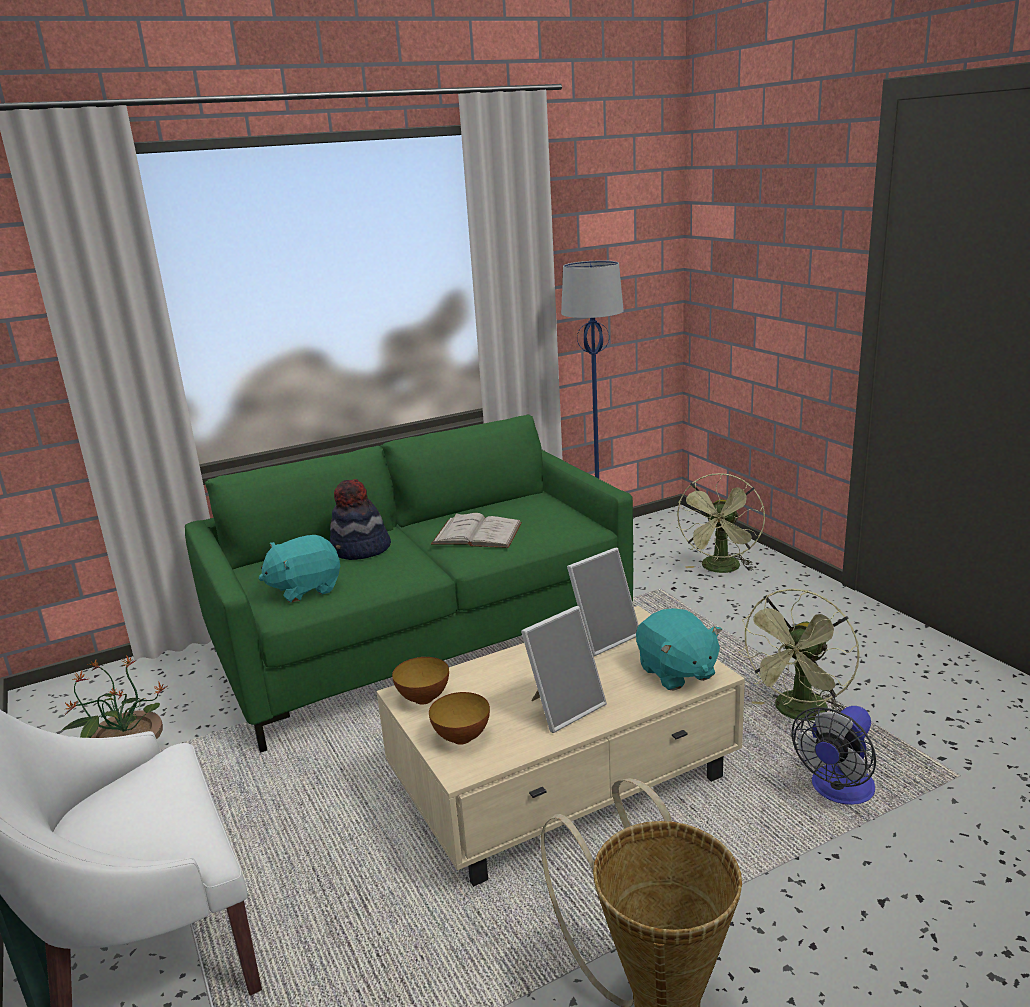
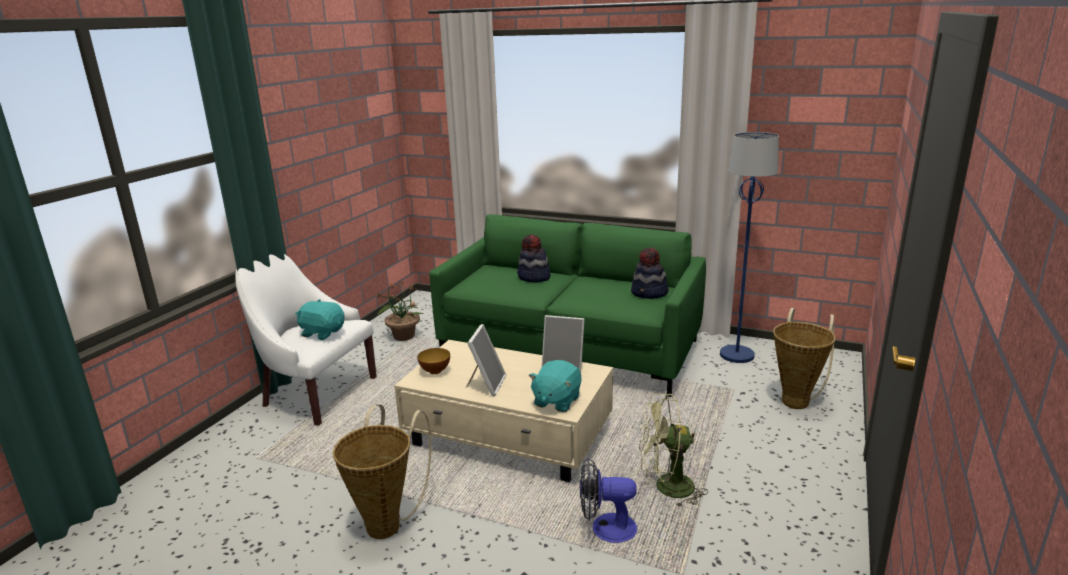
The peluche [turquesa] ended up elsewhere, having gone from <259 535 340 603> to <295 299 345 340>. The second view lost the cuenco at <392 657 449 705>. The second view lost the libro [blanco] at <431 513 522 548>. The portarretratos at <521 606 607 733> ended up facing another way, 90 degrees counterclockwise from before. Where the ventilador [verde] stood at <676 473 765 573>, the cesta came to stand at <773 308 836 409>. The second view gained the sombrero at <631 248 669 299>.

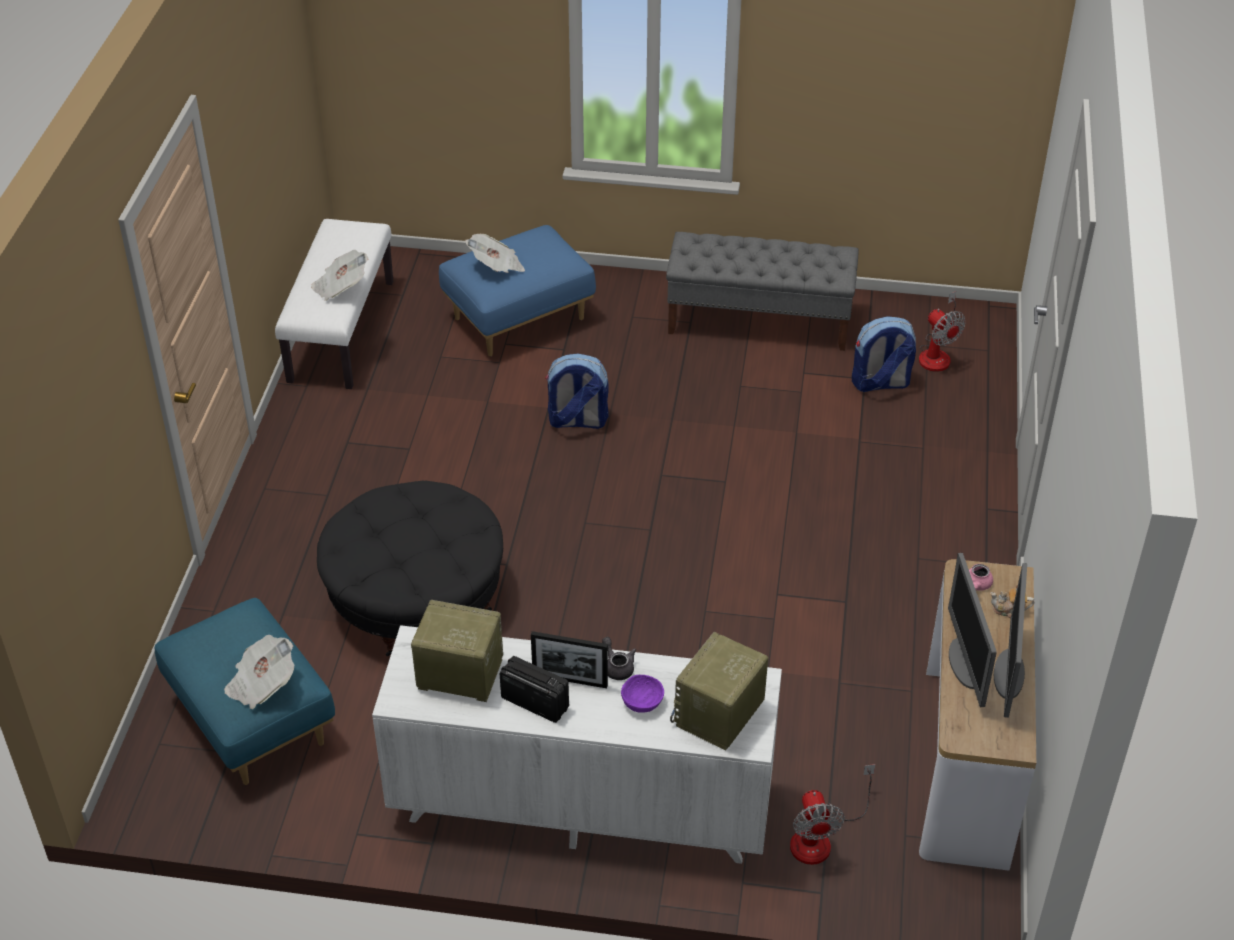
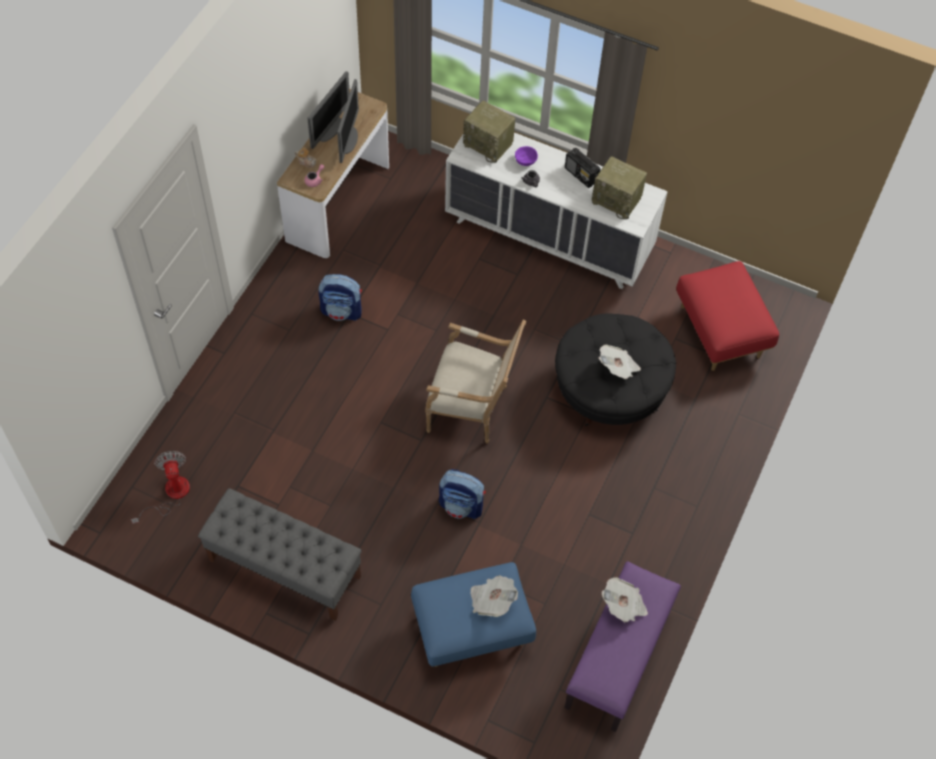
What was the puf [azul] at <155 598 335 785> turned into the puf [rojo] at <676 261 779 371>. The periódico ended up elsewhere, having gone from <224 635 294 709> to <599 345 641 379>. What was the banco [blanco] at <275 219 393 389> turned into the banco [morado] at <564 561 681 732>. The second view lost the portarretratos at <531 631 608 688>. The radio at <670 632 768 751> ended up facing another way, 75 degrees clockwise from before. The second view lost the ventilador at <790 764 875 865>. The mochila ended up elsewhere, having gone from <852 316 916 392> to <318 274 362 321>. The second view gained the sillón at <425 320 526 444>.

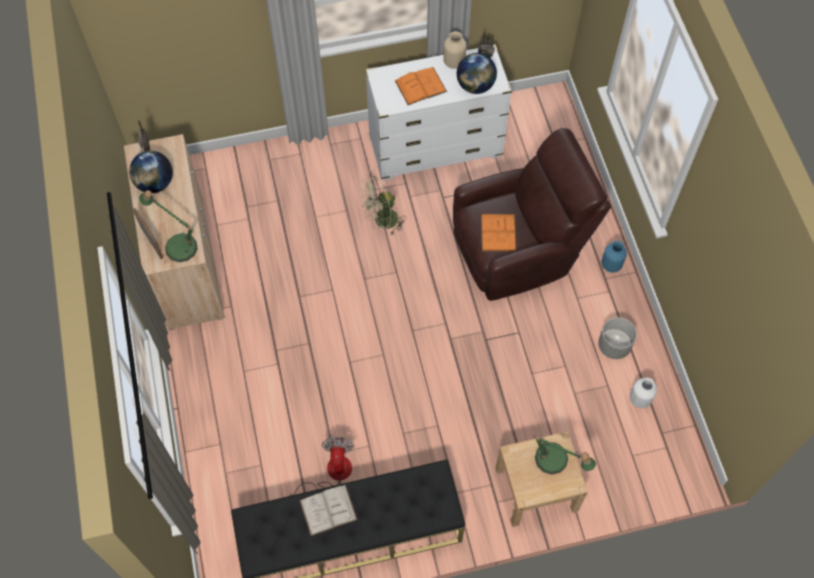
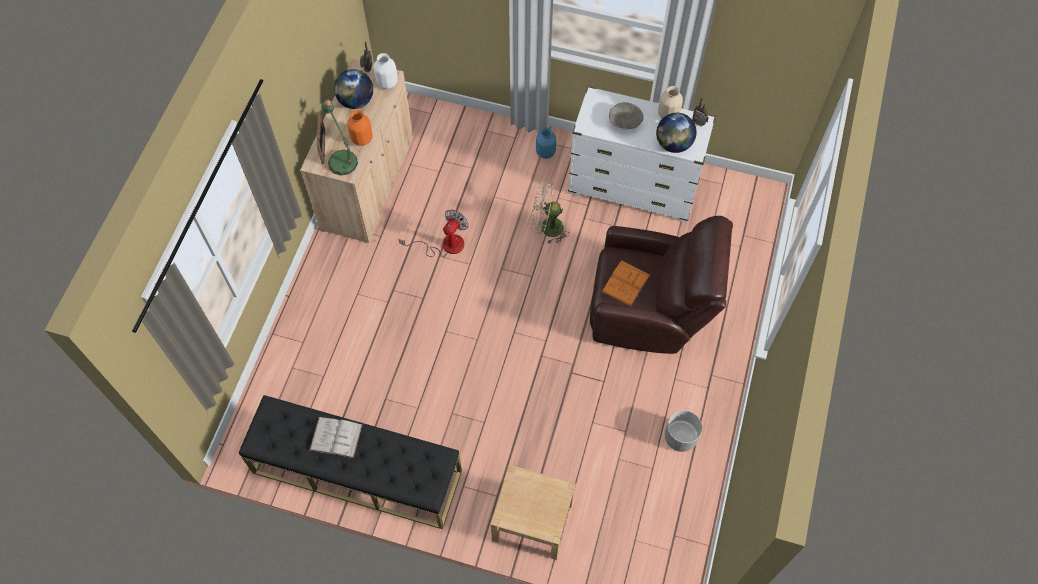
The ventilador ended up elsewhere, having gone from <286 437 354 497> to <399 209 469 257>. Where the libro [naranja] stood at <395 67 447 105>, the cuenco [gris] came to stand at <609 102 644 130>. The second view lost the lámpara de mesa at <535 436 596 474>. The florero [azul] ended up elsewhere, having gone from <601 241 627 273> to <536 127 556 159>. The florero [blanco] ended up elsewhere, having gone from <630 378 657 408> to <374 53 398 89>. The second view gained the florero [naranja] at <347 110 372 146>.

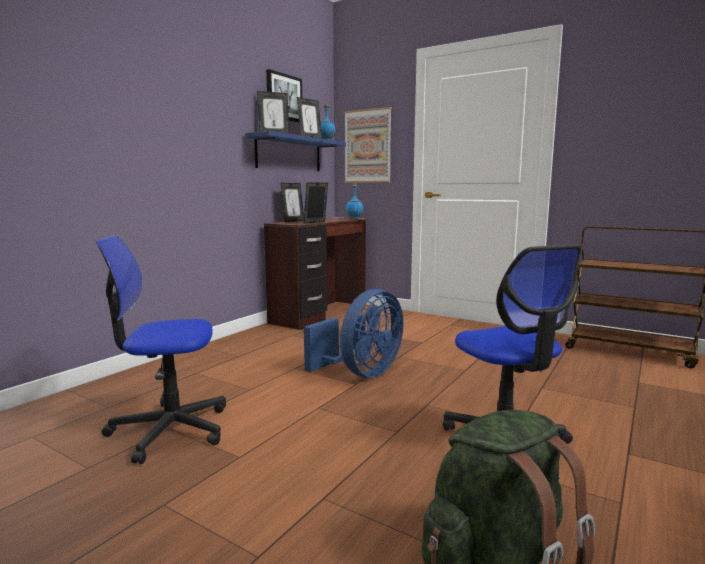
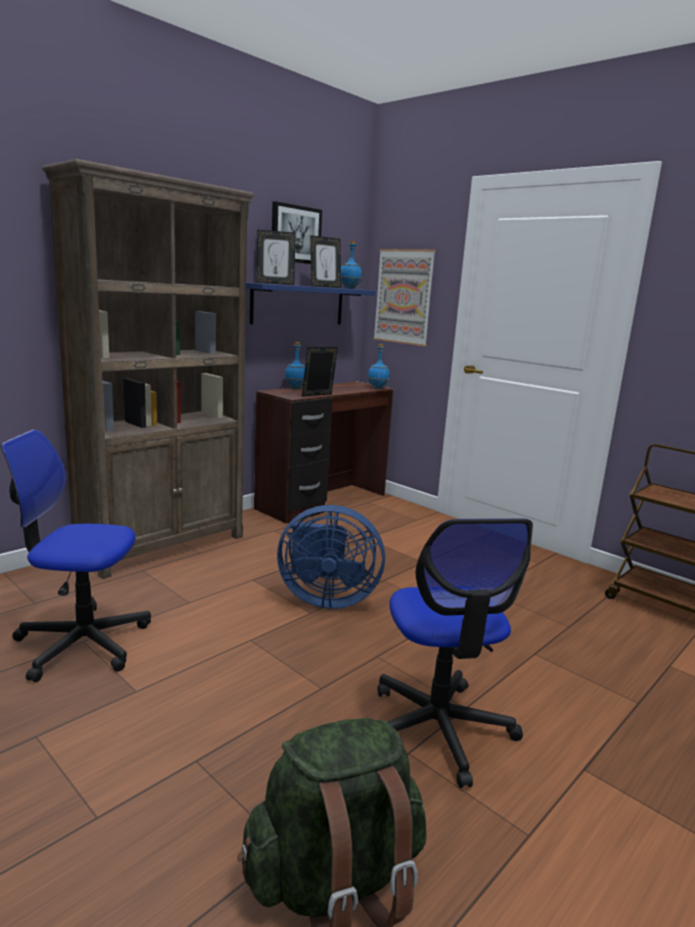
Where the portarretratos stood at <280 183 304 222>, the botella [azul] came to stand at <284 342 305 389>. The ventilador [azul] at <304 289 403 378> ended up facing another way, 45 degrees clockwise from before. The second view gained the estantería [marrón] at <42 159 255 579>.

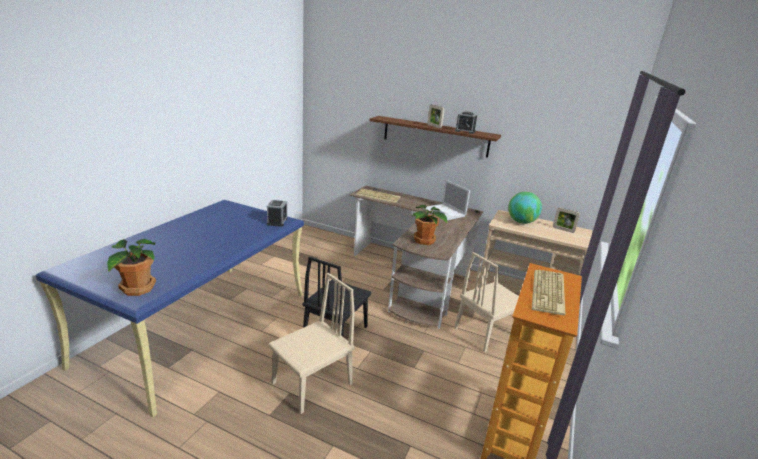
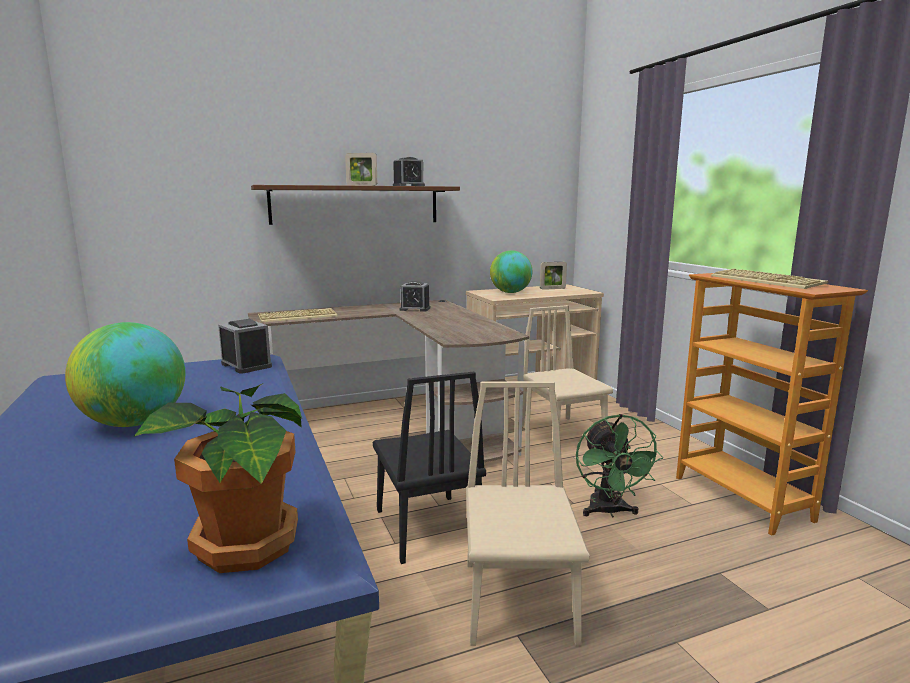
The second view lost the planta en maceta at <411 205 447 245>. Where the portátil stood at <423 180 470 220>, the despertador came to stand at <400 281 430 311>. The silla [beis] at <454 252 519 352> ended up facing another way, 150 degrees clockwise from before. The second view gained the globo terráqueo at <65 322 185 427>. The second view gained the ventilador [verde] at <576 414 663 517>.

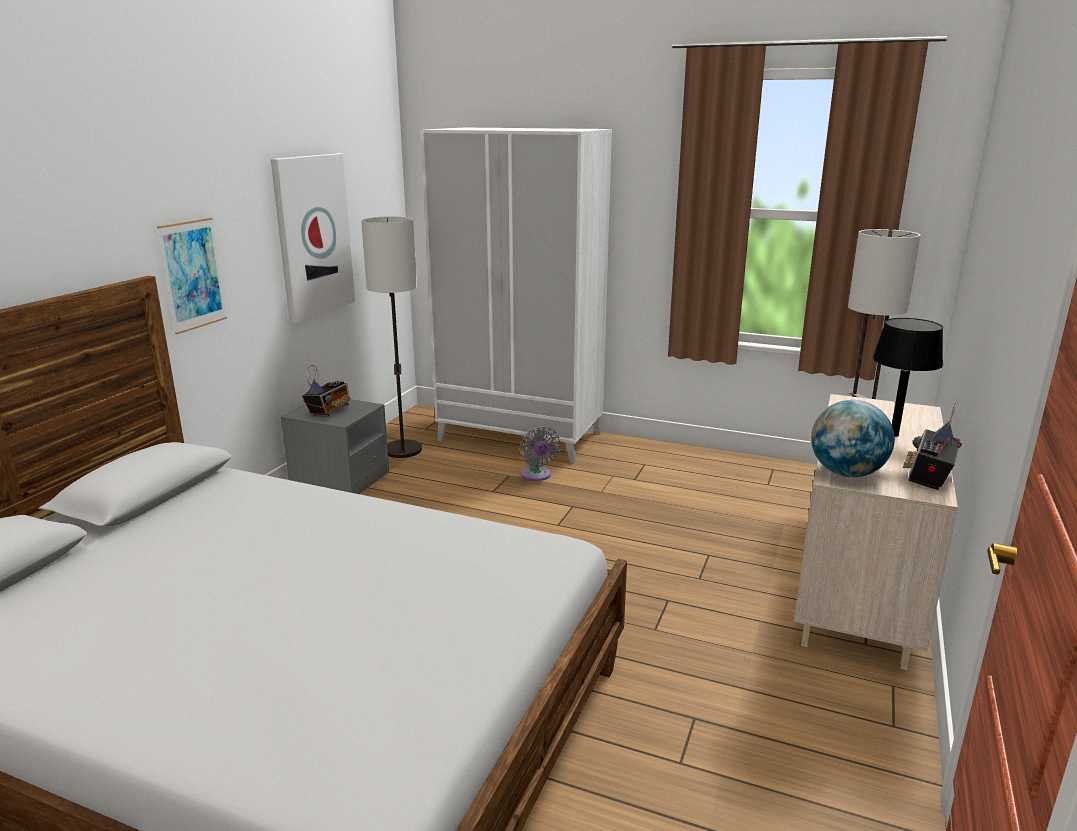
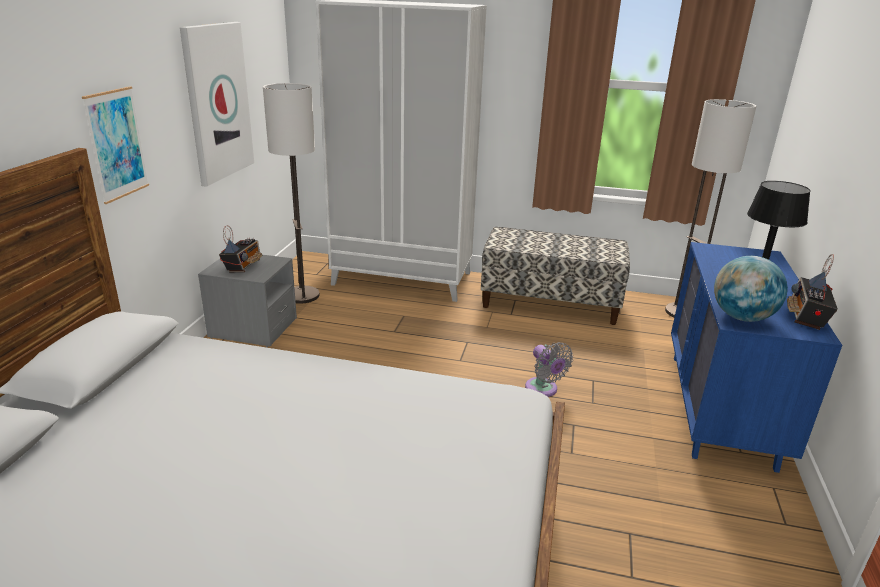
The ventilador [gris] ended up elsewhere, having gone from <520 426 560 481> to <525 342 573 397>. What was the cómoda [beis] at <794 394 958 670> turned into the cómoda [azul] at <671 242 842 473>. The second view gained the banco at <481 227 630 325>.

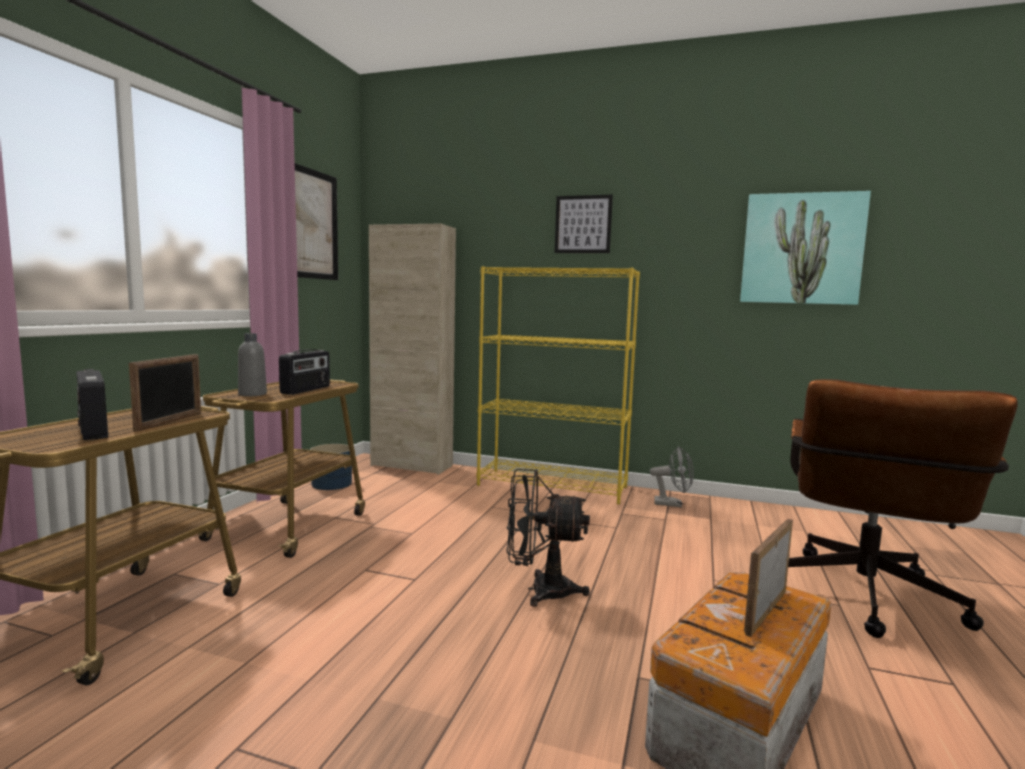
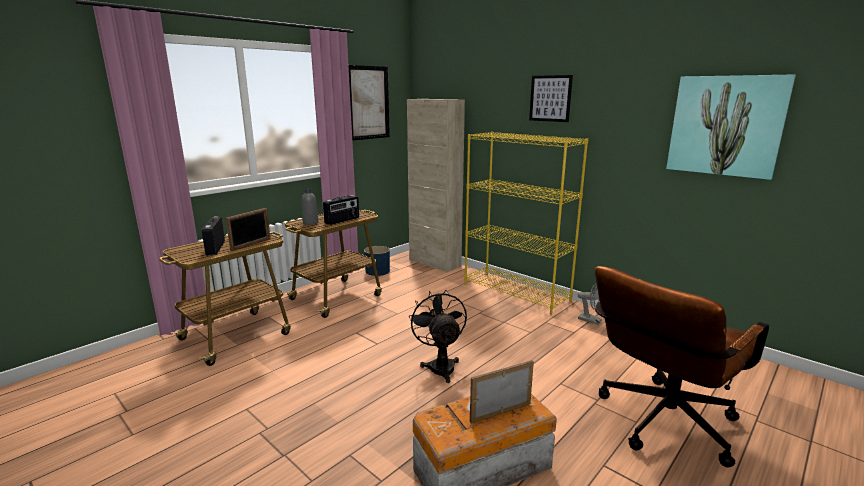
The ventilador [negro] at <506 469 590 607> ended up facing another way, 45 degrees clockwise from before.

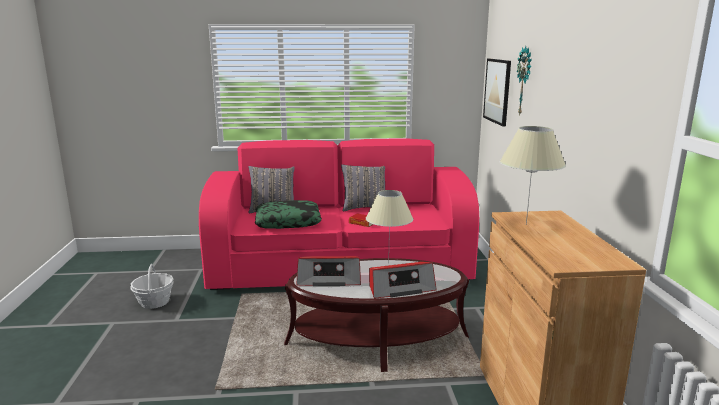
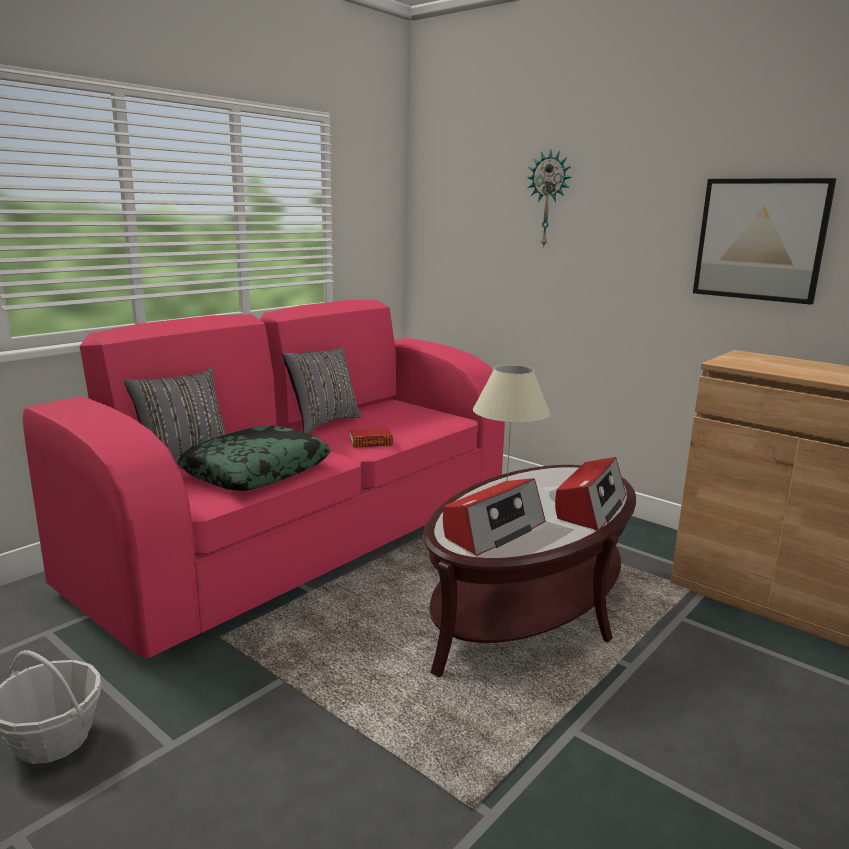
The cuadro ended up elsewhere, having gone from <483 59 511 126> to <693 178 836 305>. The second view lost the lámpara de mesa [beis] at <500 126 566 225>.

